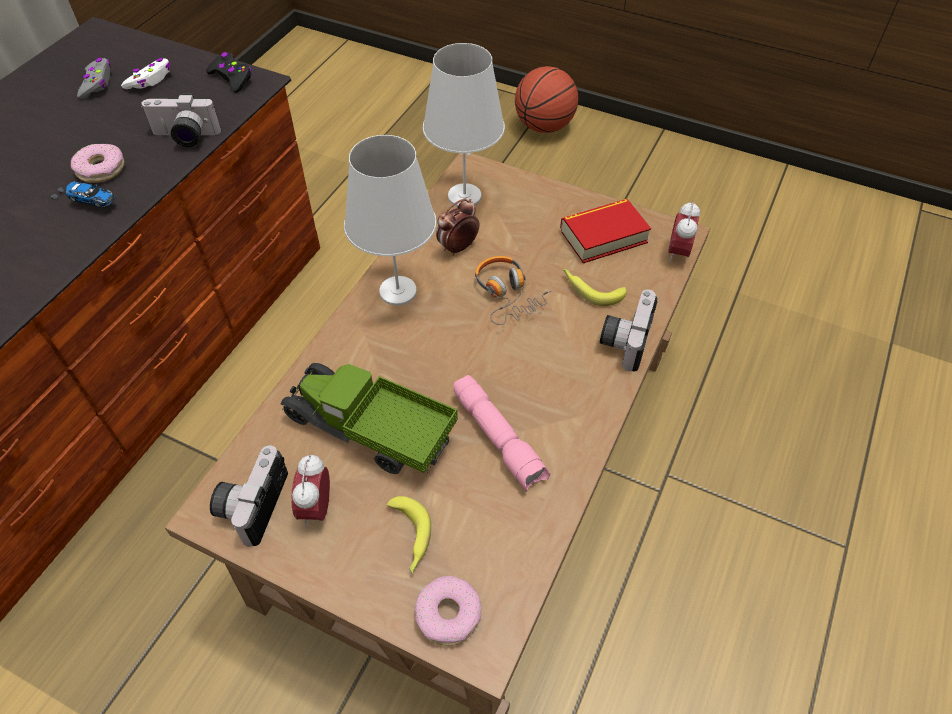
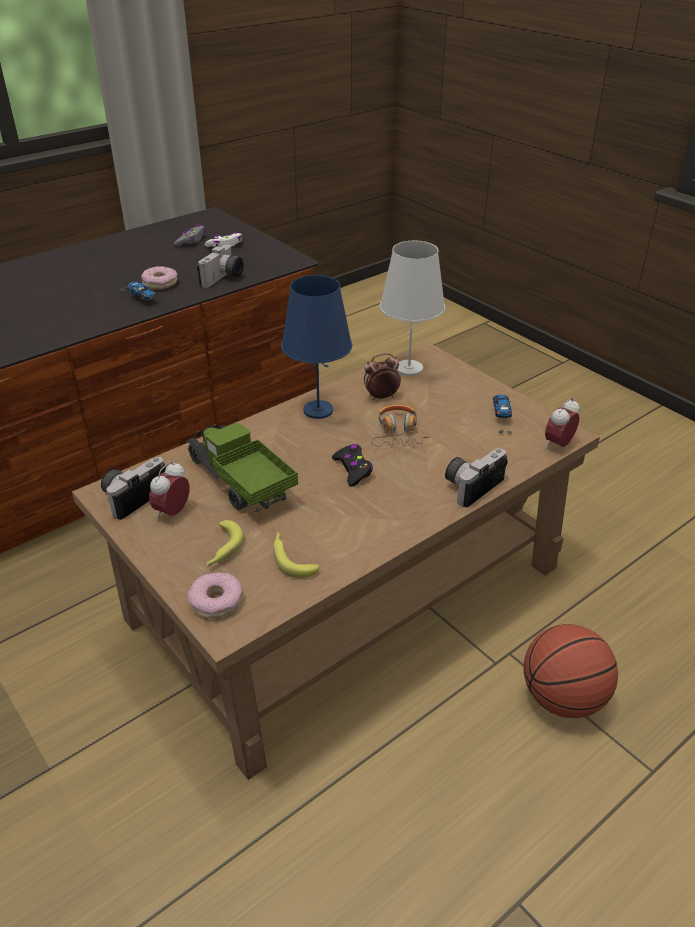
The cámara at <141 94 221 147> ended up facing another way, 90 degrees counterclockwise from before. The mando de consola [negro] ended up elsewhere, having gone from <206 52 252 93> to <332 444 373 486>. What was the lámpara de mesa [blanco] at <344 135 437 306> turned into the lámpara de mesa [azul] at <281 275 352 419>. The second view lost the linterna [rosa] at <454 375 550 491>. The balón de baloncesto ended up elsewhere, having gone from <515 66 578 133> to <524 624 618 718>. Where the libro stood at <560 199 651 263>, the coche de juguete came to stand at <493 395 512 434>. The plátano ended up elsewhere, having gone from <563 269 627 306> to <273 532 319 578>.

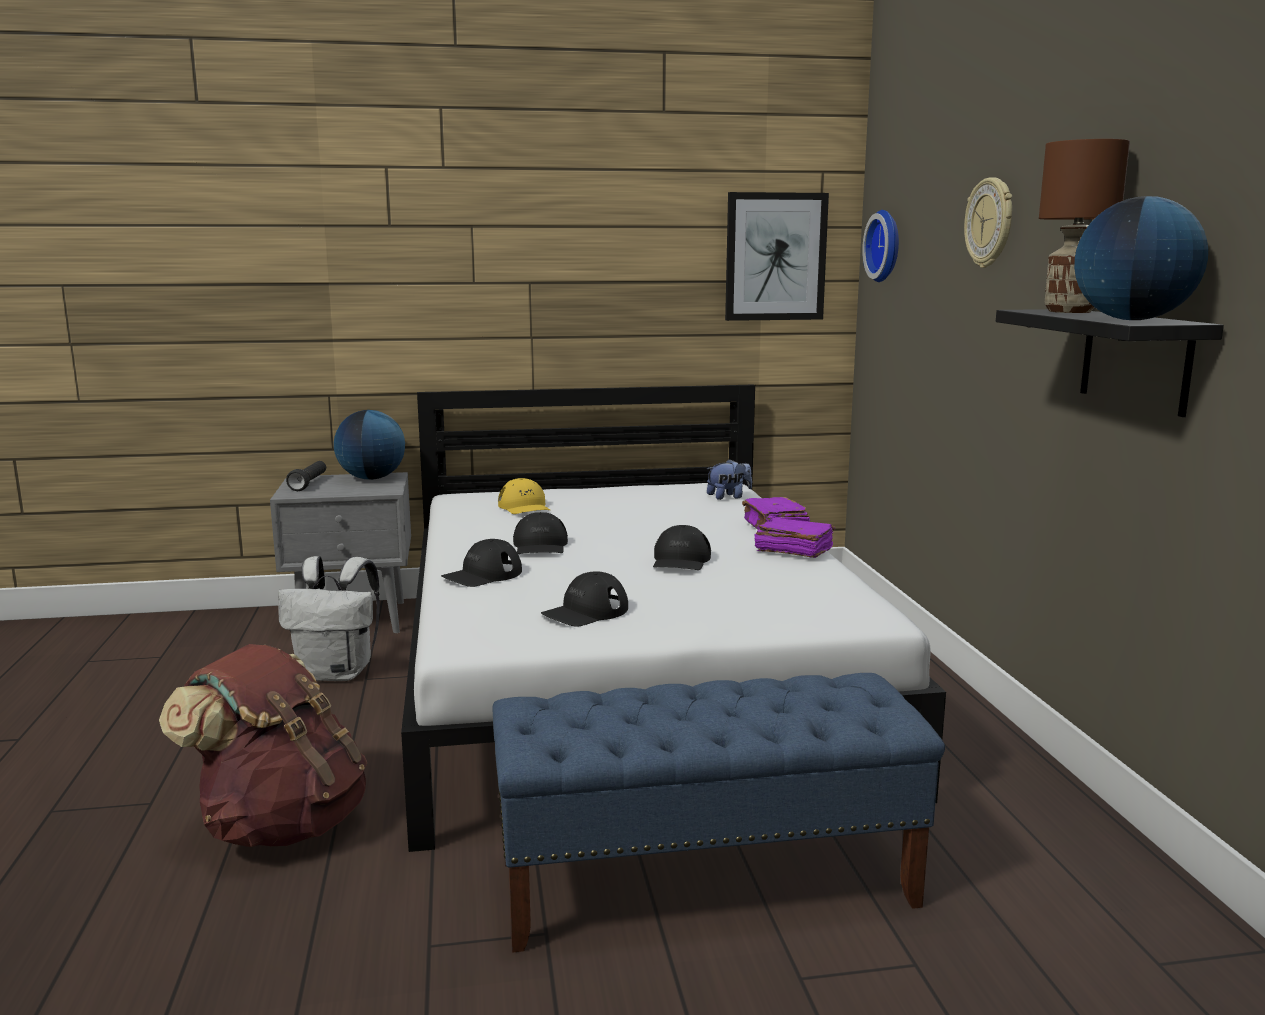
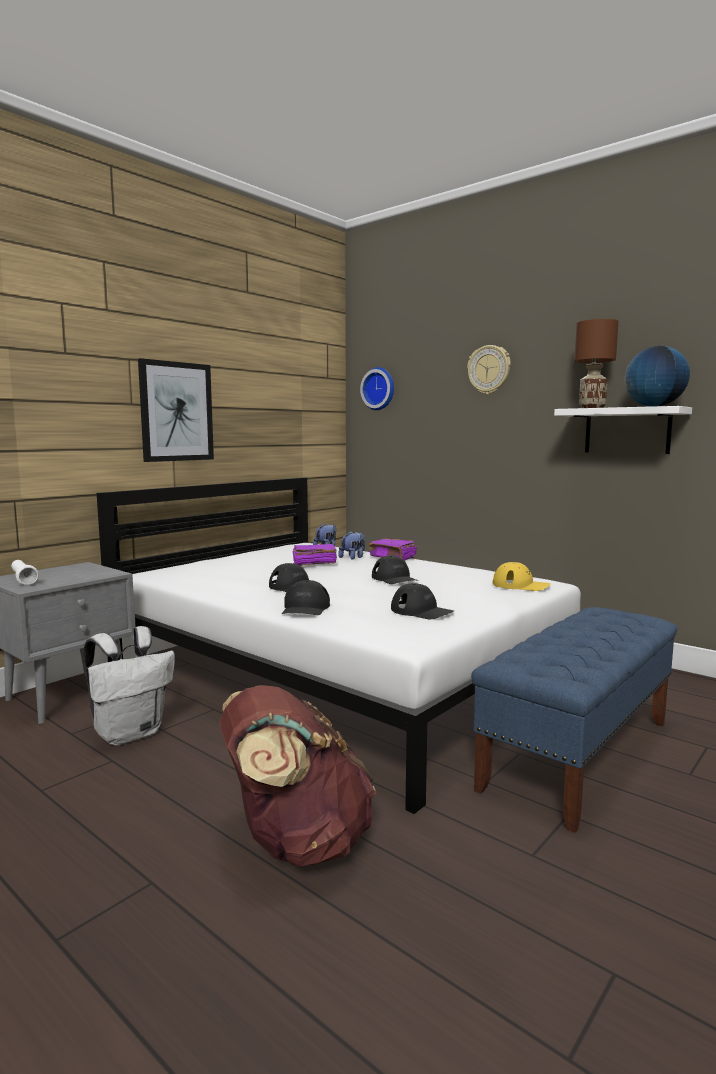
What was the linterna [negro] at <286 461 326 491> turned into the linterna [blanco] at <11 560 39 586>. The second view lost the globo terráqueo at <334 410 405 480>. The gorra [amarillo] ended up elsewhere, having gone from <498 478 550 514> to <492 562 551 591>. The gorra [negro] at <541 571 628 626> ended up facing another way, 60 degrees counterclockwise from before. The cuadro ended up elsewhere, having gone from <725 192 829 321> to <138 358 214 462>. The libro [morado] ended up elsewhere, having gone from <755 517 835 558> to <293 544 337 566>. What was the estante [negro] at <996 309 1224 417> turned into the estante [blanco] at <554 406 692 454>. The second view gained the peluche at <338 531 365 560>.

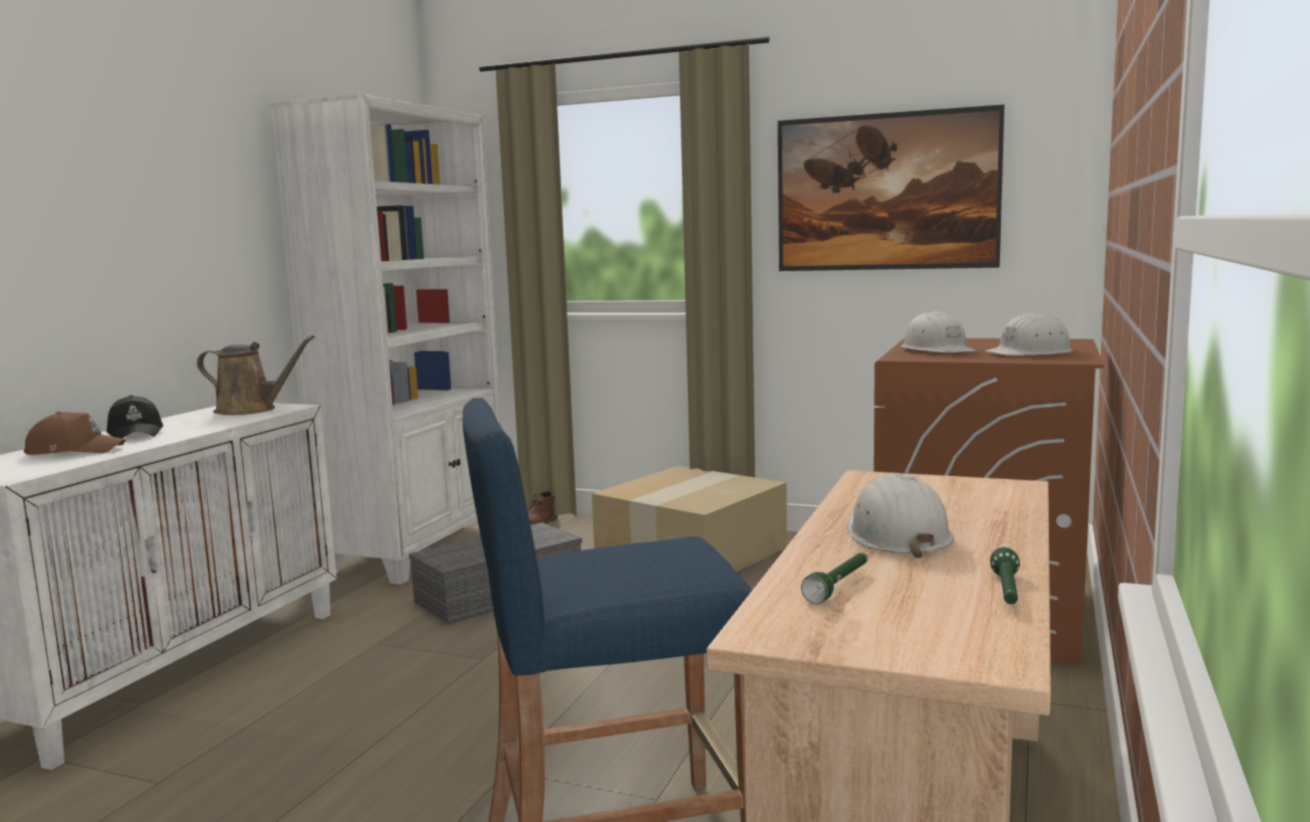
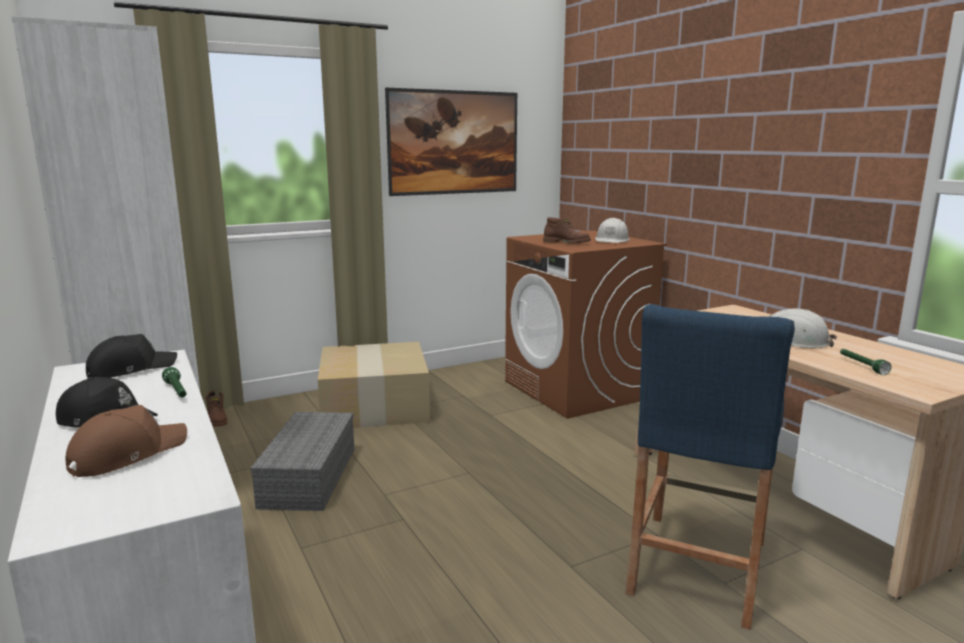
Where the regadera [marrón] stood at <197 335 315 415>, the gorra [negro] came to stand at <86 334 177 378>. Where the casco [blanco] stood at <901 311 976 353>, the bota [marrón] came to stand at <543 217 591 244>. The linterna [verde] ended up elsewhere, having gone from <990 547 1020 604> to <162 367 187 397>.

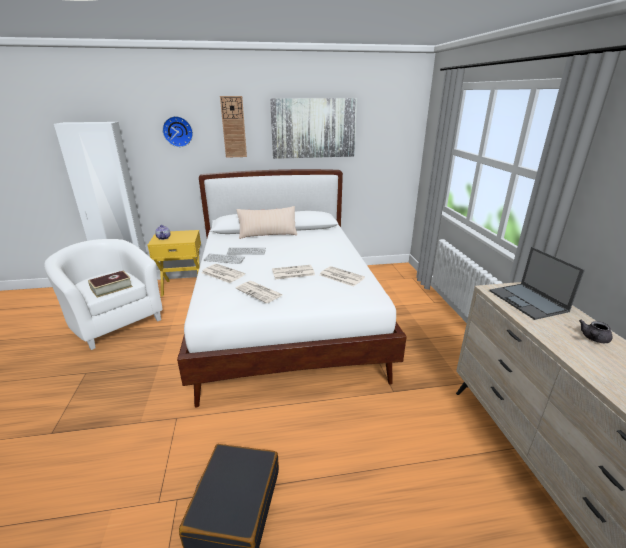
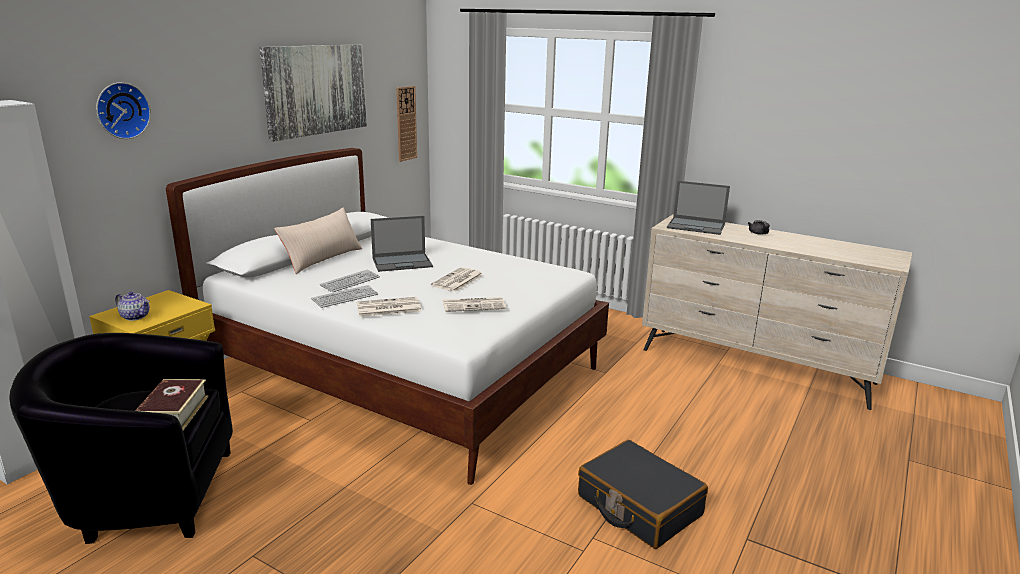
What was the sillón [blanco] at <44 239 162 350> turned into the sillón [negro] at <9 333 233 544>. The reloj de pared ended up elsewhere, having gone from <220 96 247 158> to <396 86 417 162>. The second view lost the periódico at <320 266 365 287>. The second view gained the portátil at <371 216 433 272>.

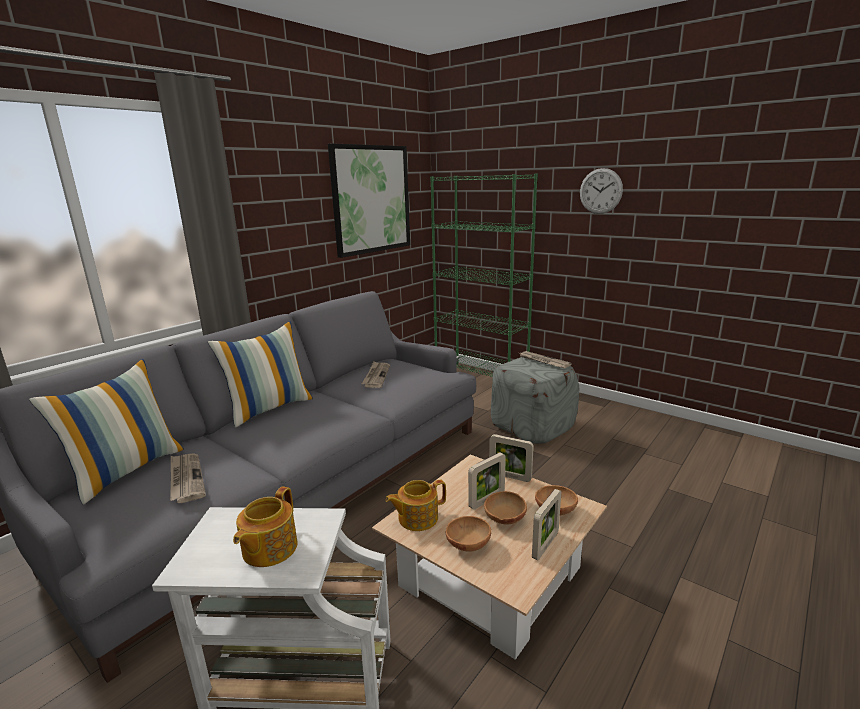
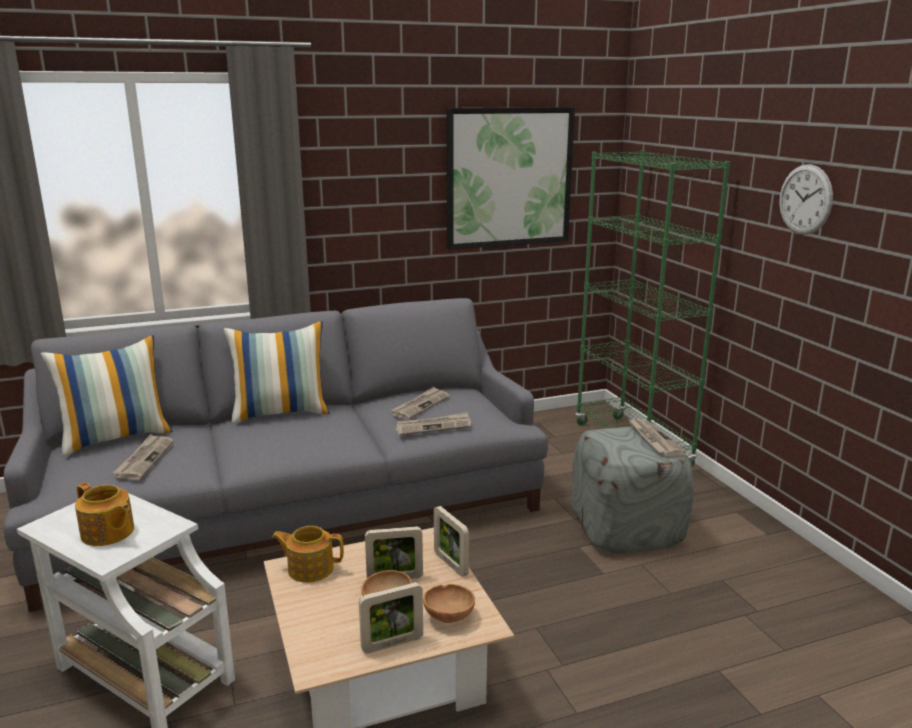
The tetera at <233 487 298 567> ended up facing another way, 105 degrees counterclockwise from before. The second view lost the cuenco [marrón] at <446 516 491 552>. The second view gained the periódico at <395 412 471 435>.

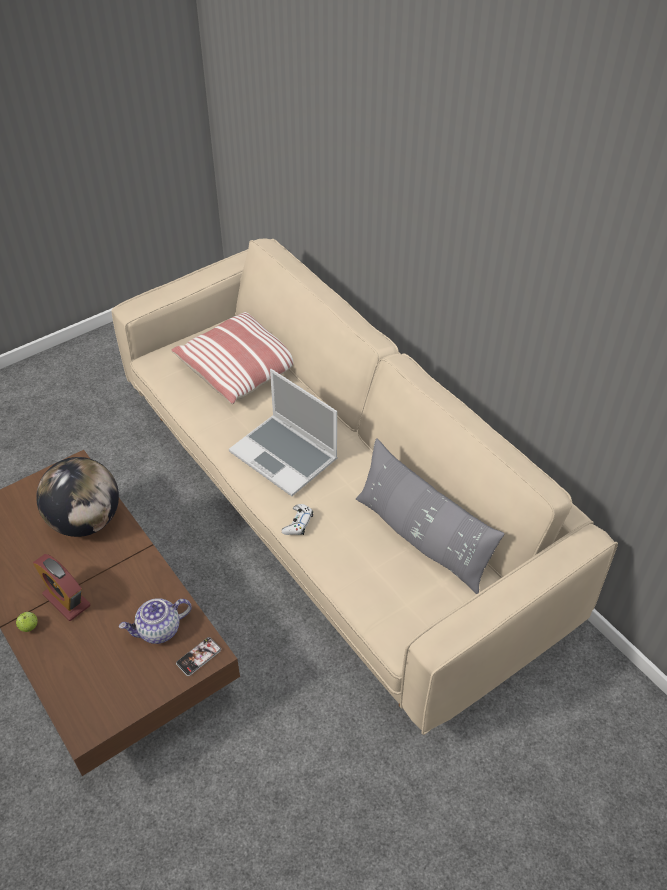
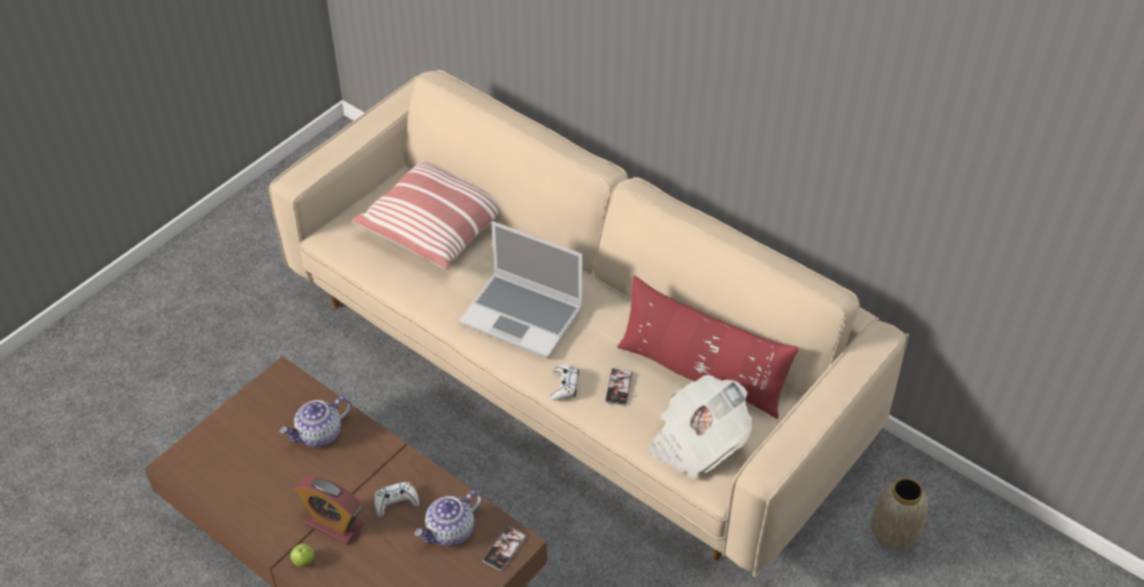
Where the globo terráqueo stood at <36 457 119 537>, the tetera came to stand at <280 397 352 447>. What was the cojín [gris] at <356 438 504 594> turned into the cojín [rojo] at <617 275 799 419>. The second view gained the mando de consola [blanco] at <374 482 419 518>. The second view gained the móvil at <605 368 633 406>. The second view gained the periódico at <648 375 753 479>. The second view gained the florero at <871 477 928 551>.

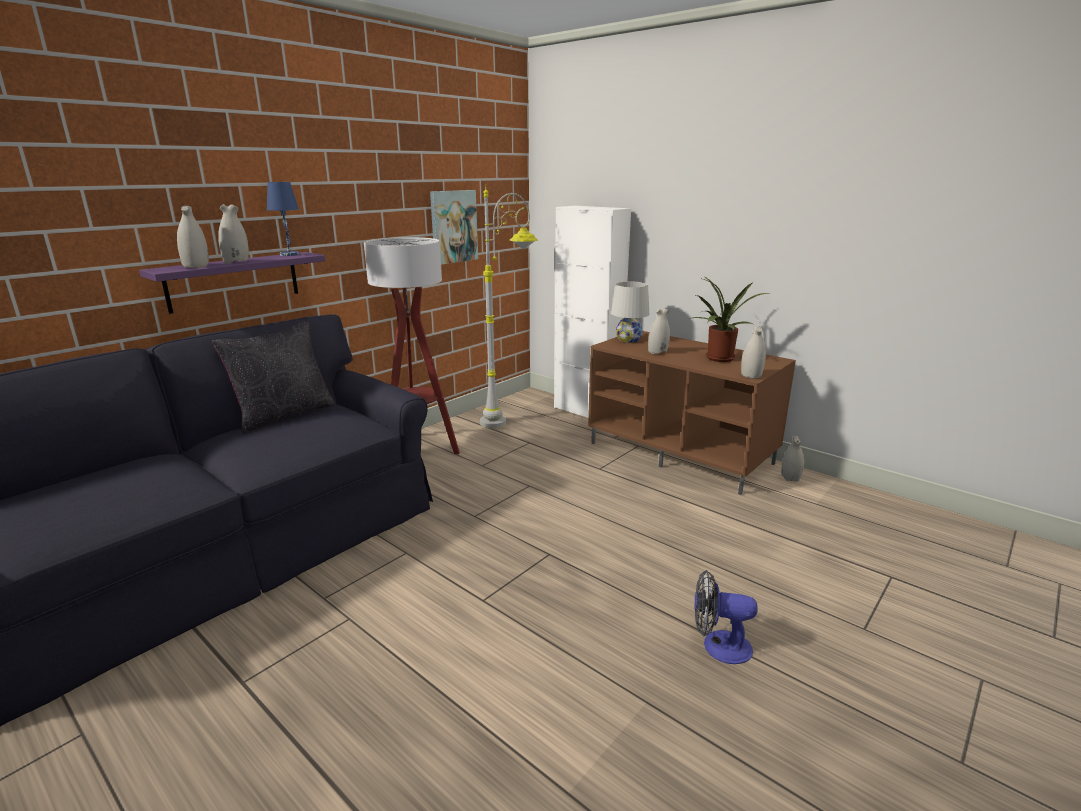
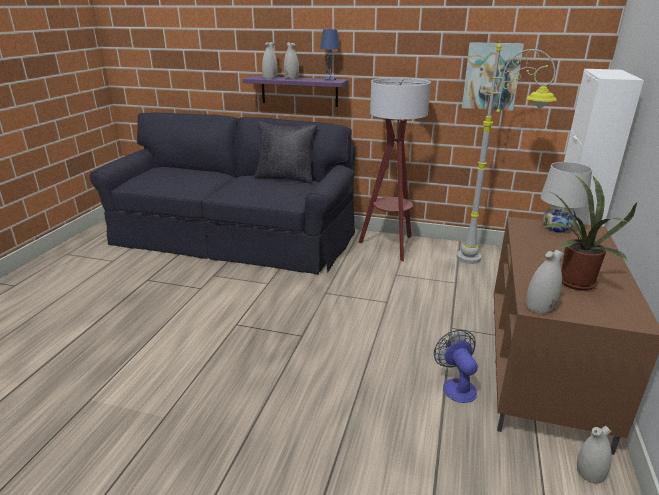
The second view lost the florero [blanco] at <648 309 670 355>. The ventilador ended up elsewhere, having gone from <695 570 758 664> to <434 330 478 403>.

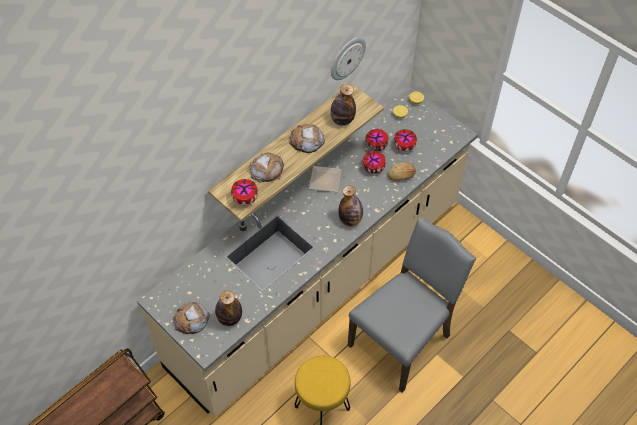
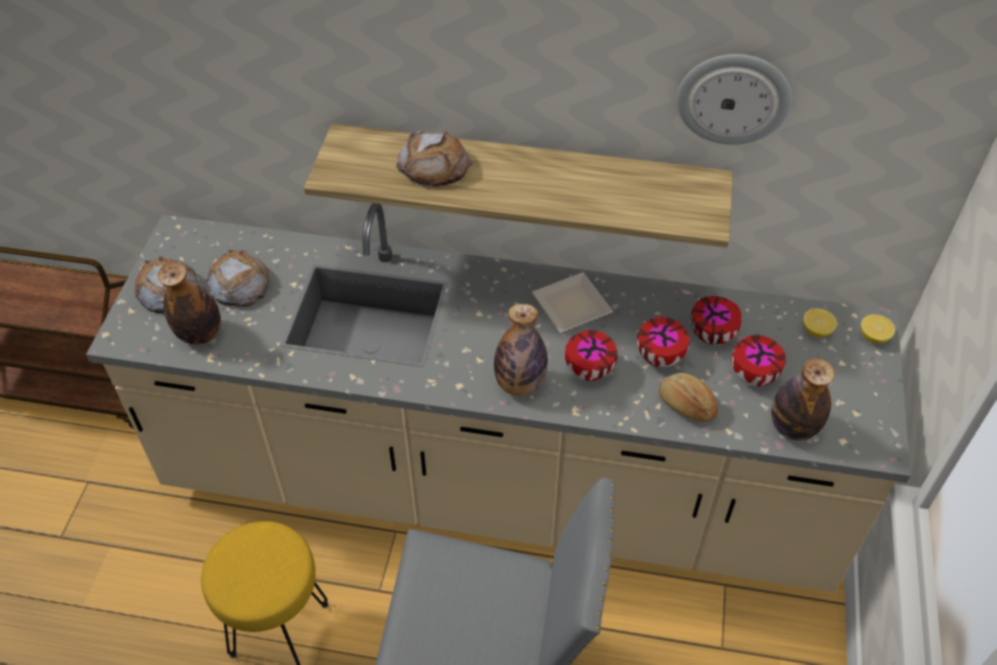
The cuenco ended up elsewhere, having gone from <231 179 258 205> to <565 330 618 381>. The pan ended up elsewhere, having gone from <289 124 325 153> to <206 250 269 306>. The botella ended up elsewhere, having gone from <331 84 356 126> to <771 358 835 441>.

